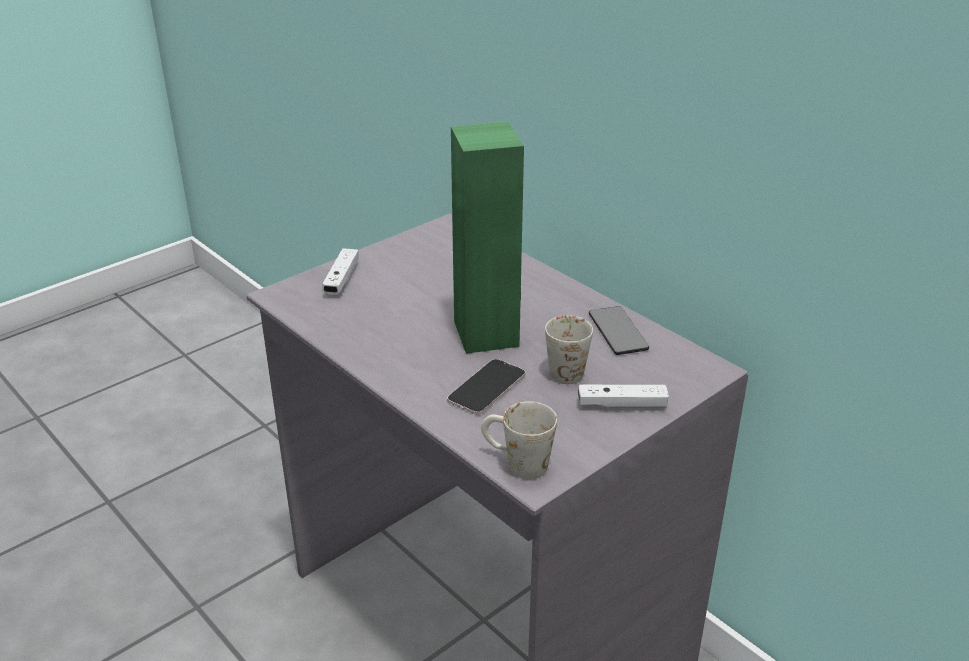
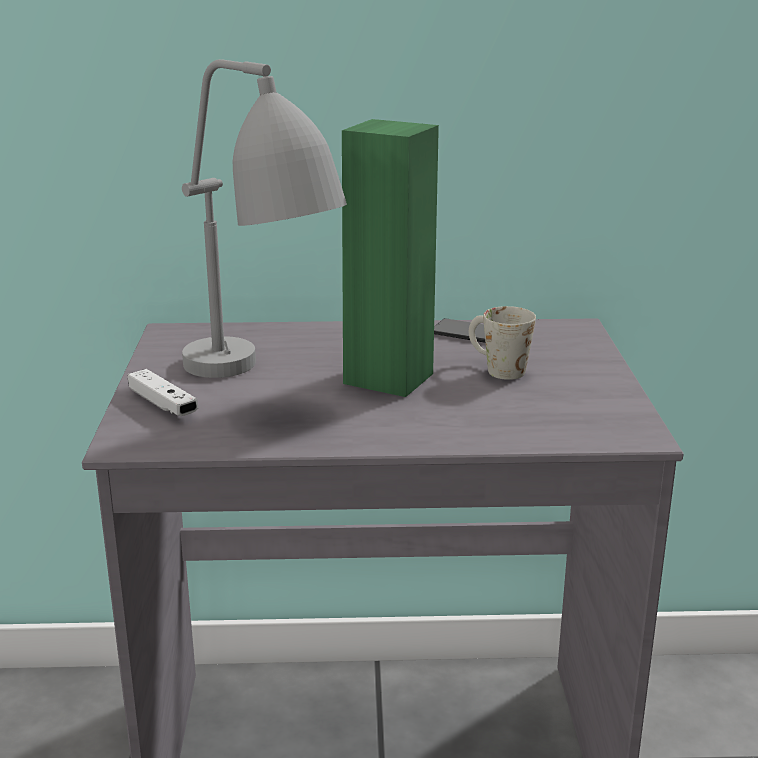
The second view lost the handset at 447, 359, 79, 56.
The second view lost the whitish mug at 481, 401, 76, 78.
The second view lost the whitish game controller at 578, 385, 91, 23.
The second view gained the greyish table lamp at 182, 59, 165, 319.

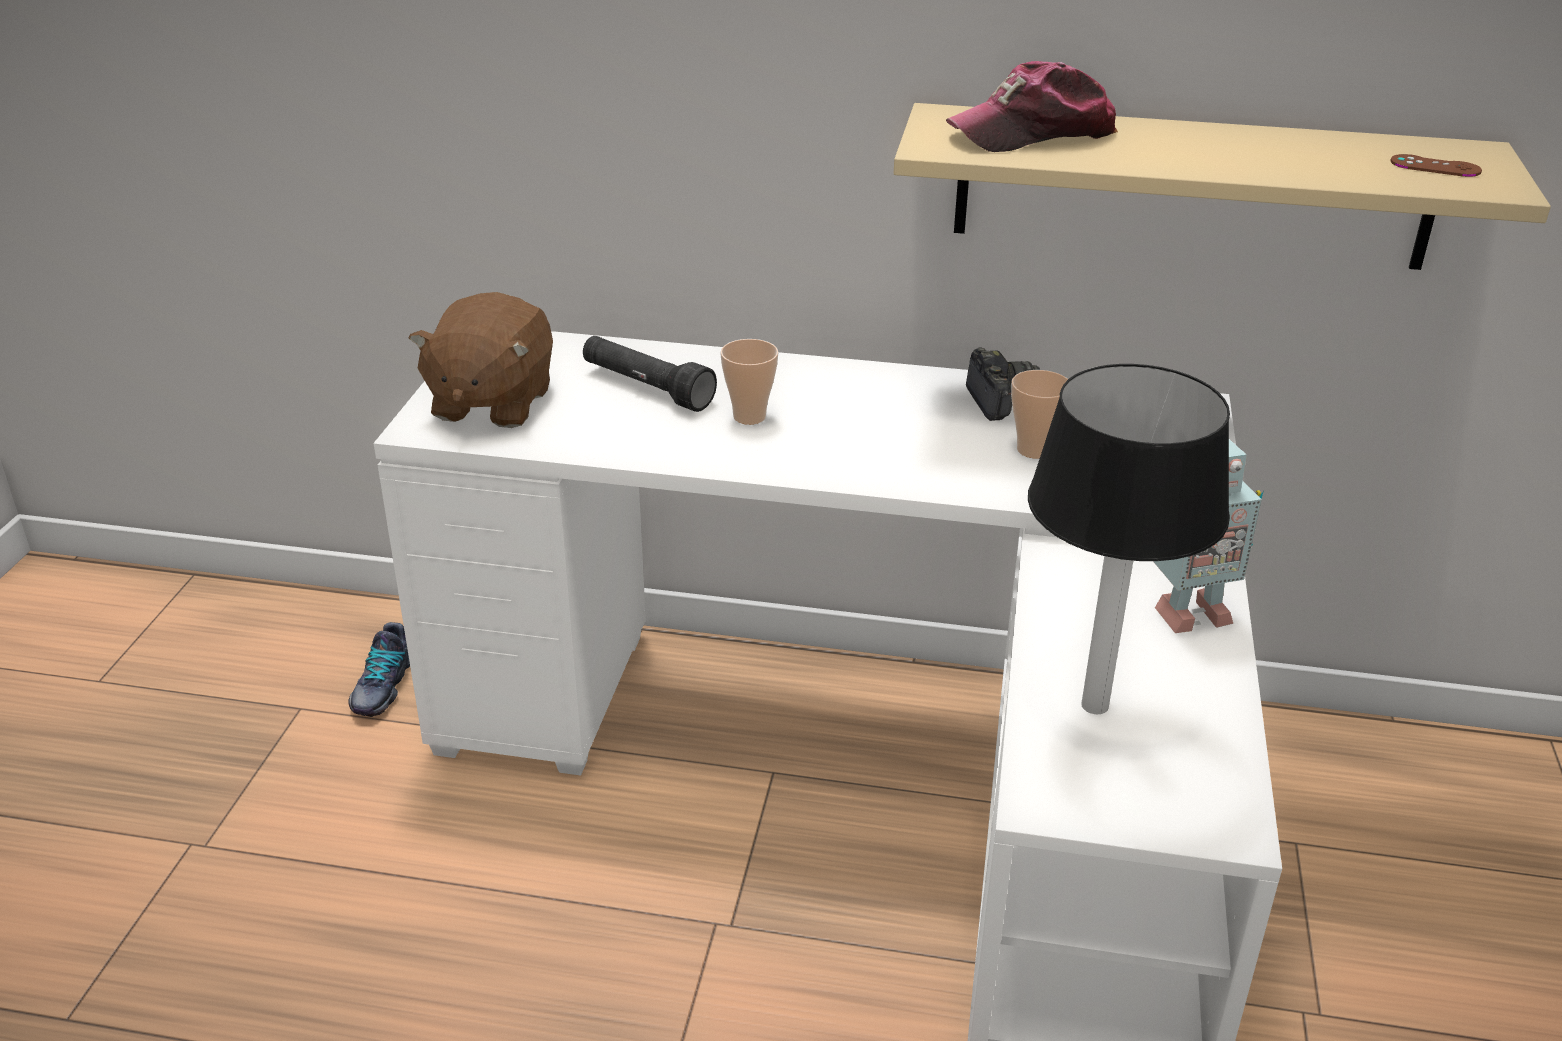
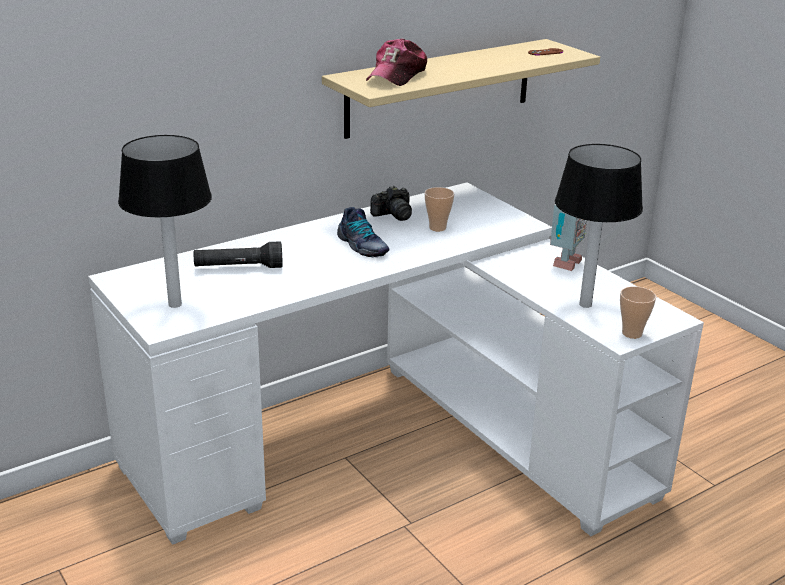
The shoe ended up elsewhere, having gone from 348, 622, 62, 95 to 337, 207, 53, 51.
Where the brownish cuddly toy stood at 409, 292, 144, 136, the table lamp came to stand at 118, 135, 94, 173.
The small cup ended up elsewhere, having gone from 720, 339, 58, 86 to 620, 286, 36, 53.
The still camera at 966, 347, 74, 74 ended up facing another way, 120 degrees clockwise from before.

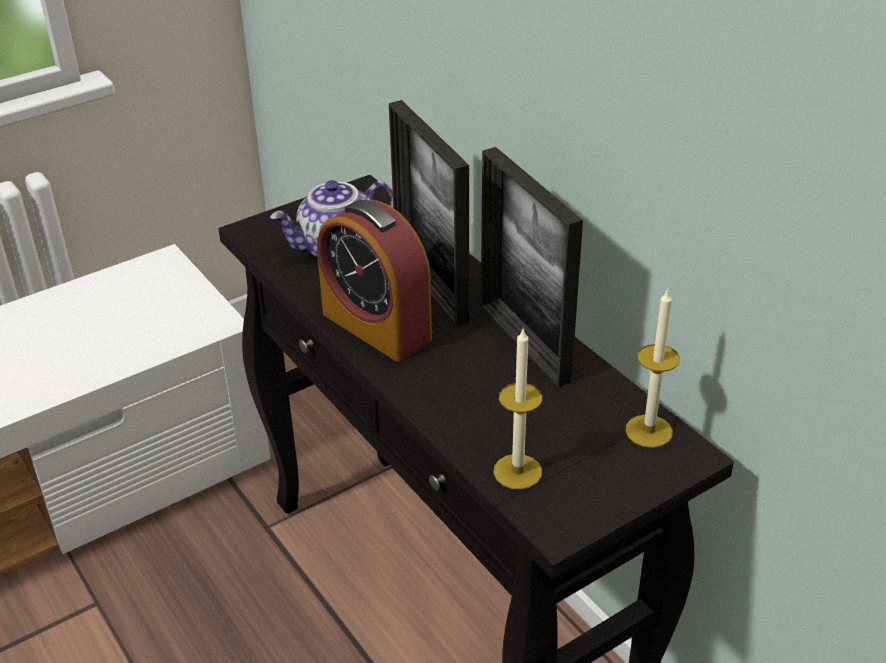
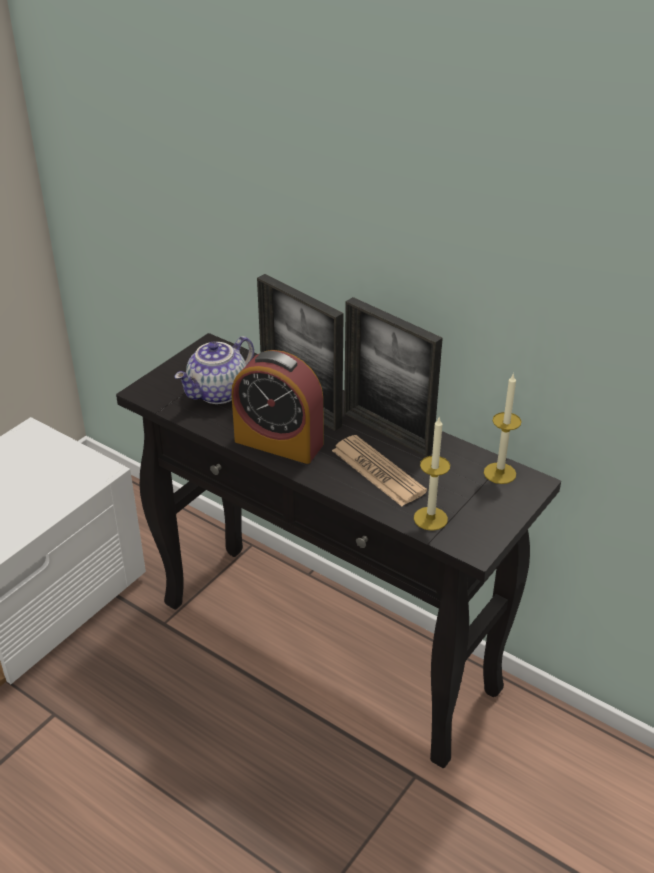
The second view gained the daily paper at 332, 435, 95, 71.

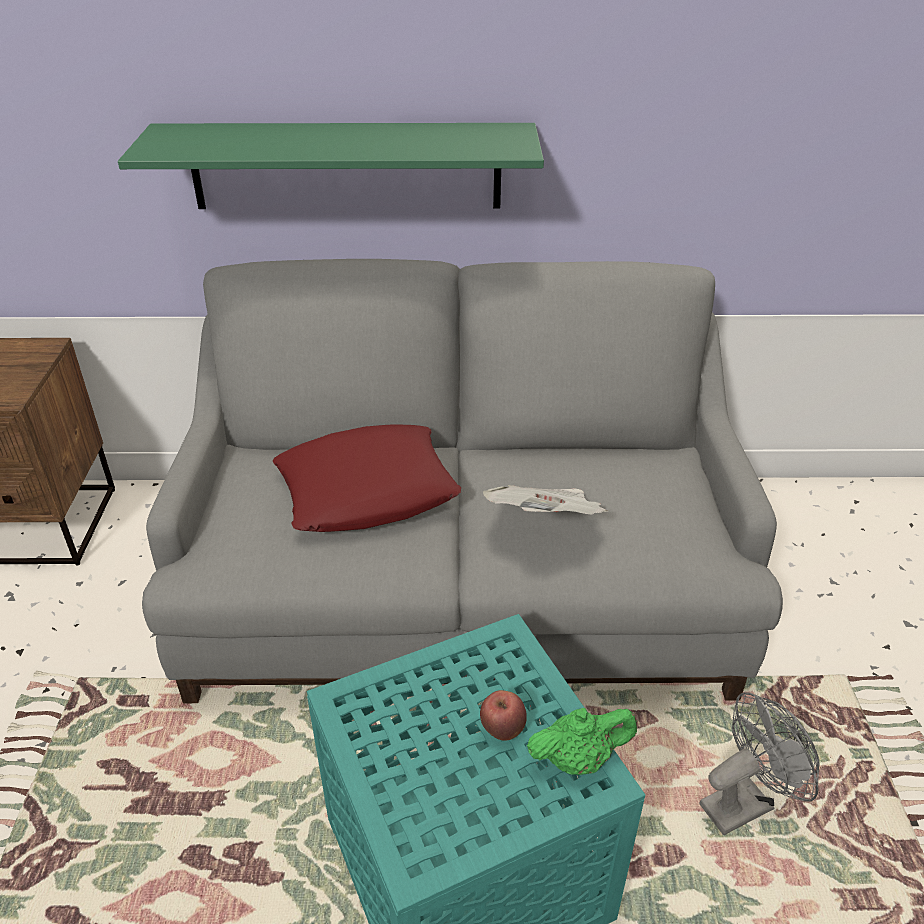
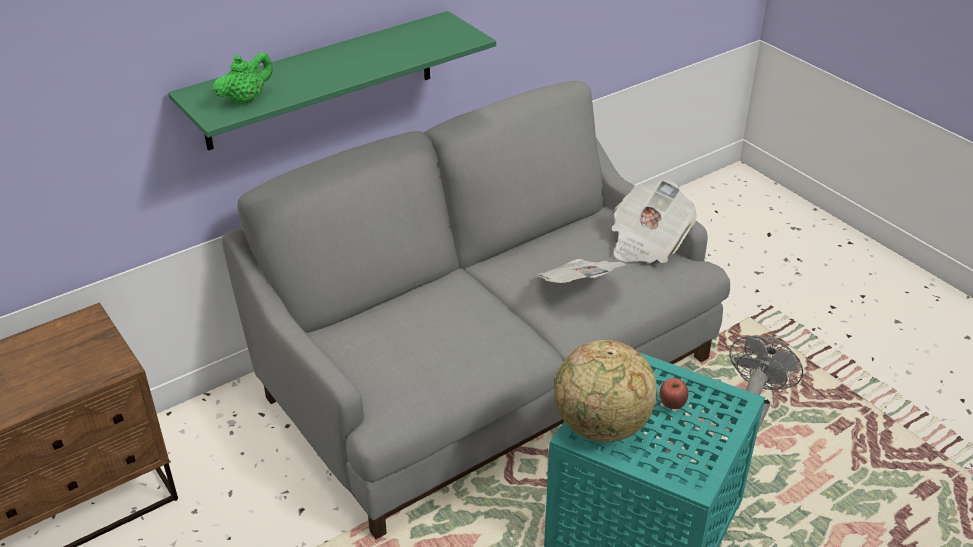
The second view lost the red-coloured pillow at 273, 425, 188, 107.
The green teapot ended up elsewhere, having gone from 527, 708, 110, 67 to 213, 52, 60, 54.
The second view gained the desk globe at 554, 340, 103, 103.
The second view gained the daily paper at 611, 180, 86, 83.

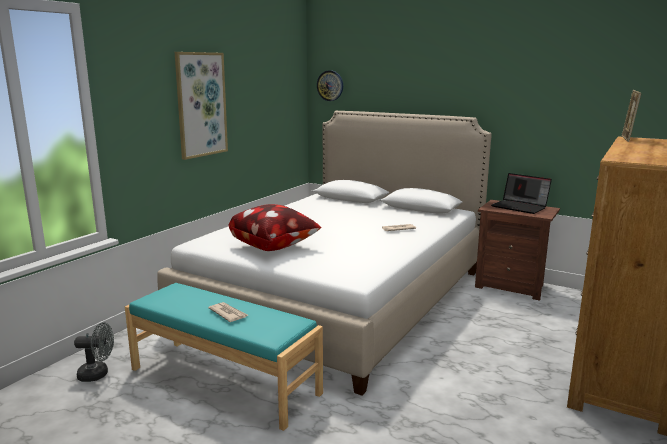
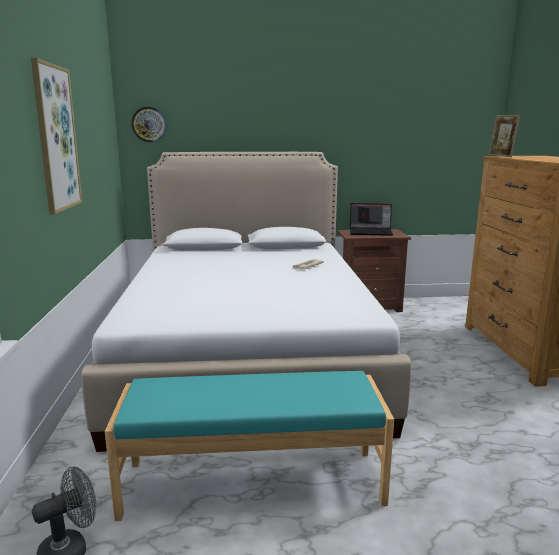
The second view lost the daily paper at 208, 302, 40, 20.
The second view lost the pillow at 228, 204, 93, 47.

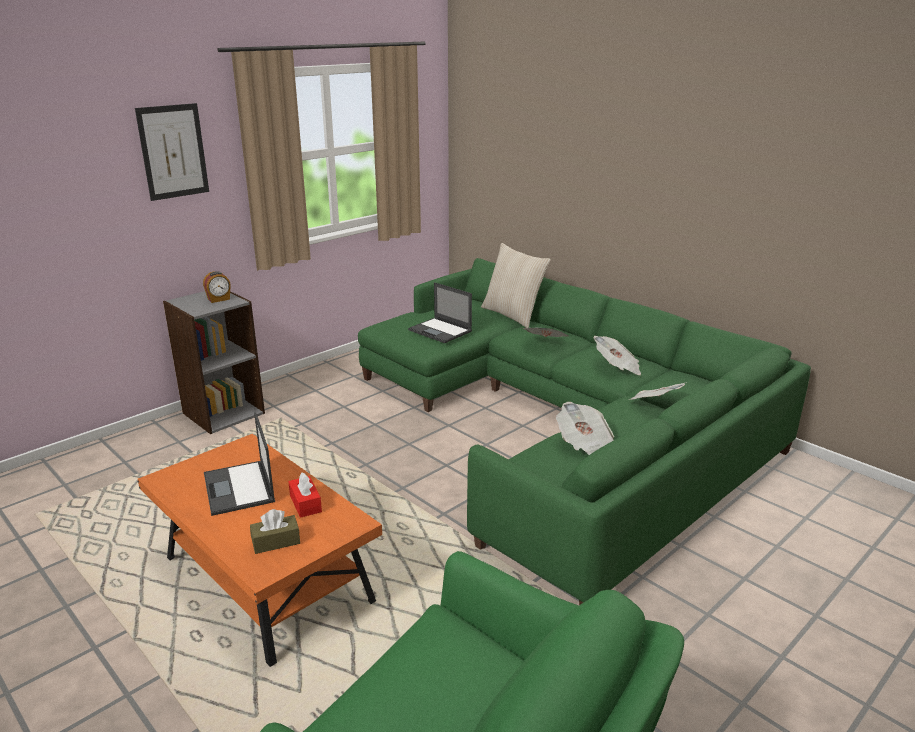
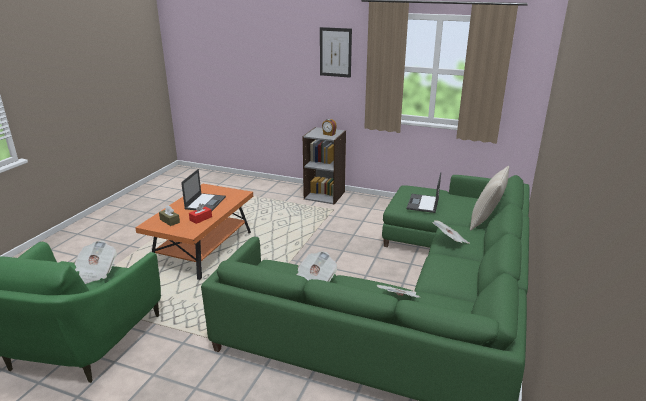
The portable computer at 204, 412, 71, 104 ended up facing another way, 150 degrees clockwise from before.
The daily paper ended up elsewhere, having gone from 594, 336, 47, 39 to 74, 240, 43, 44.

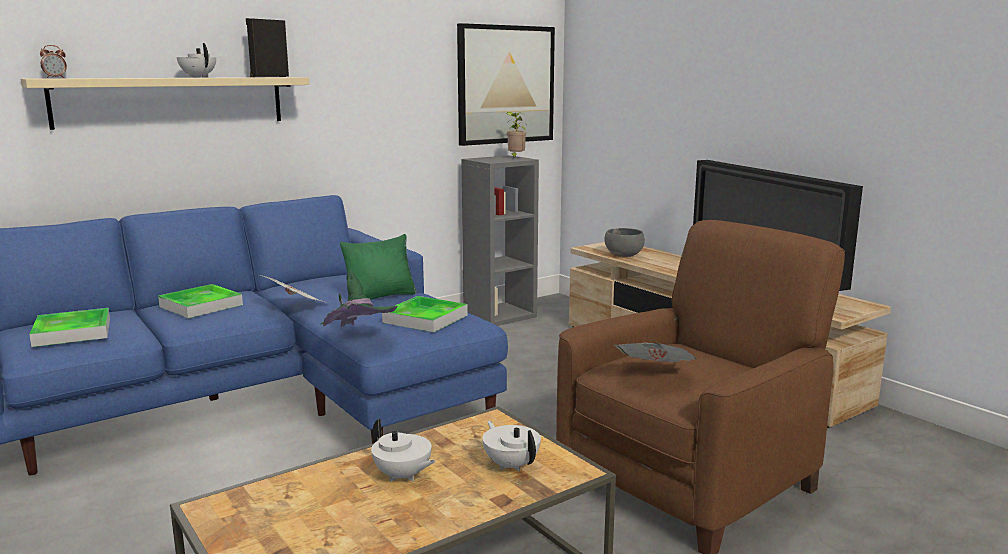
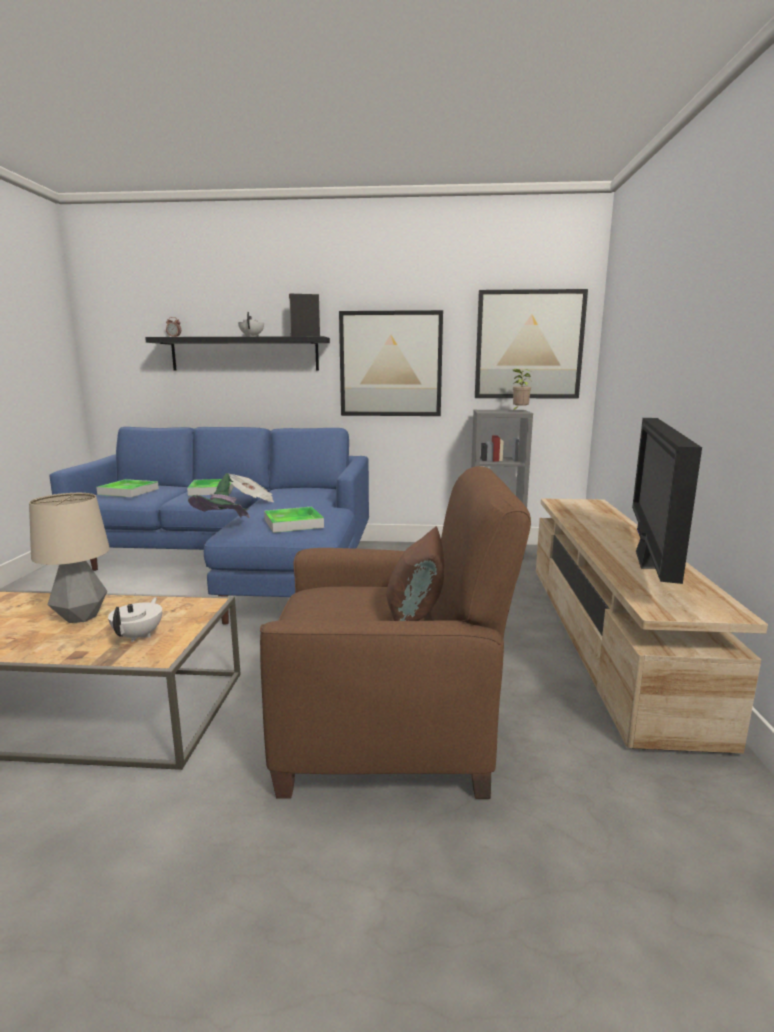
What was the beige wall shelf at 21, 77, 288, 53 turned into the black wall shelf at 145, 336, 185, 35.
The second view lost the green pillow at 340, 234, 77, 66.
Where the whitish teapot stood at 371, 418, 65, 64, the table lamp came to stand at 29, 493, 81, 130.
The second view lost the greyish bowl at 604, 228, 41, 29.
The second view lost the daily paper at 614, 343, 83, 19.
The second view gained the picture at 339, 310, 104, 106.
The second view gained the brownish pillow at 386, 526, 58, 95.

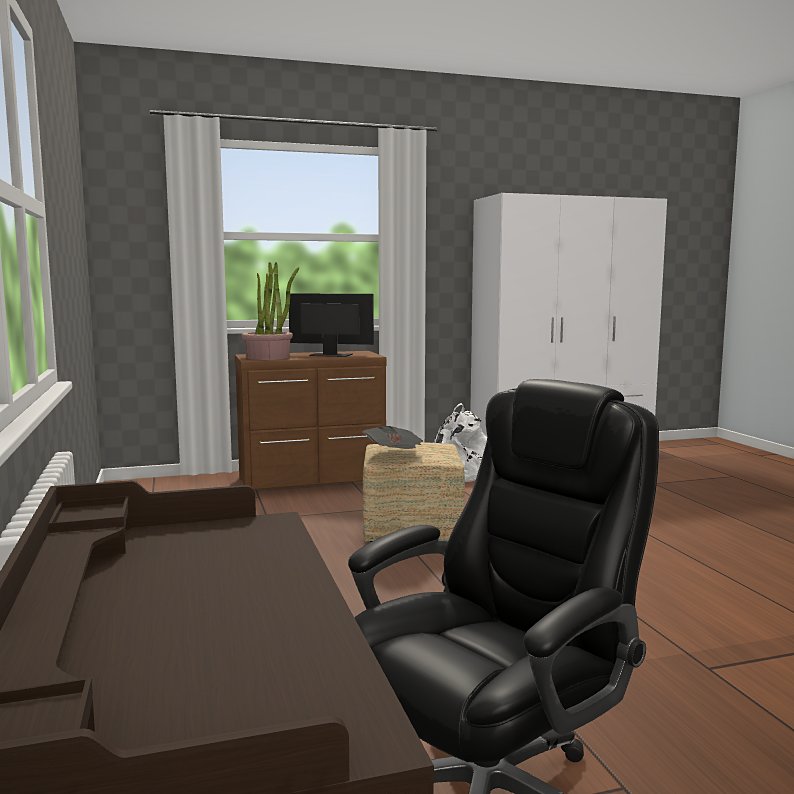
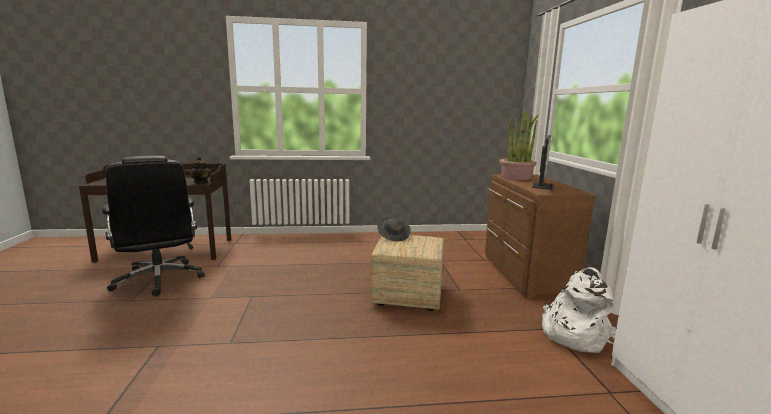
Where the daily paper stood at 362, 426, 61, 23, the greyish clothing hat came to stand at 377, 216, 34, 25.
The second view gained the teapot at 190, 156, 21, 28.

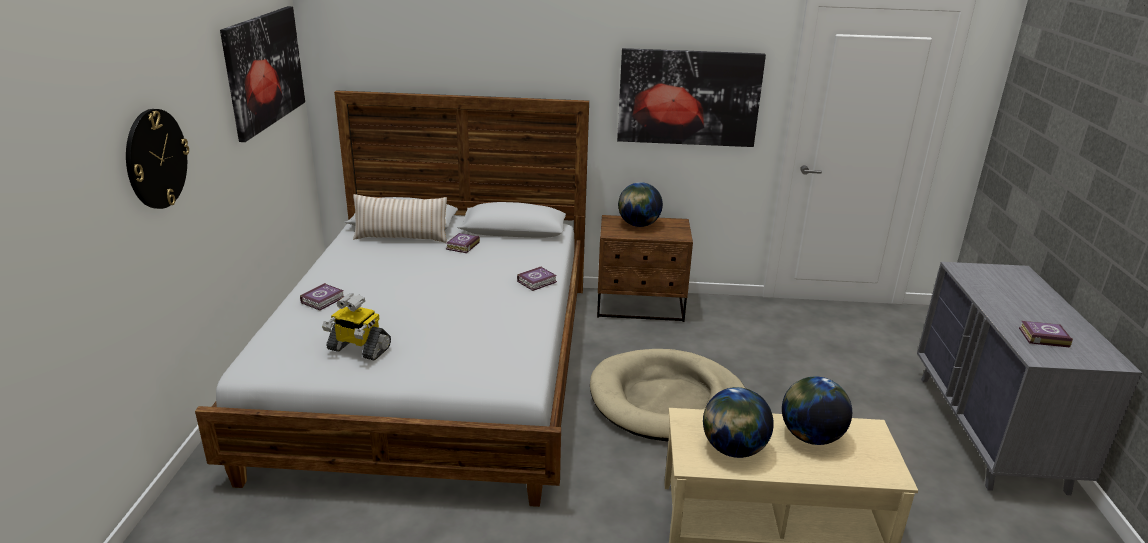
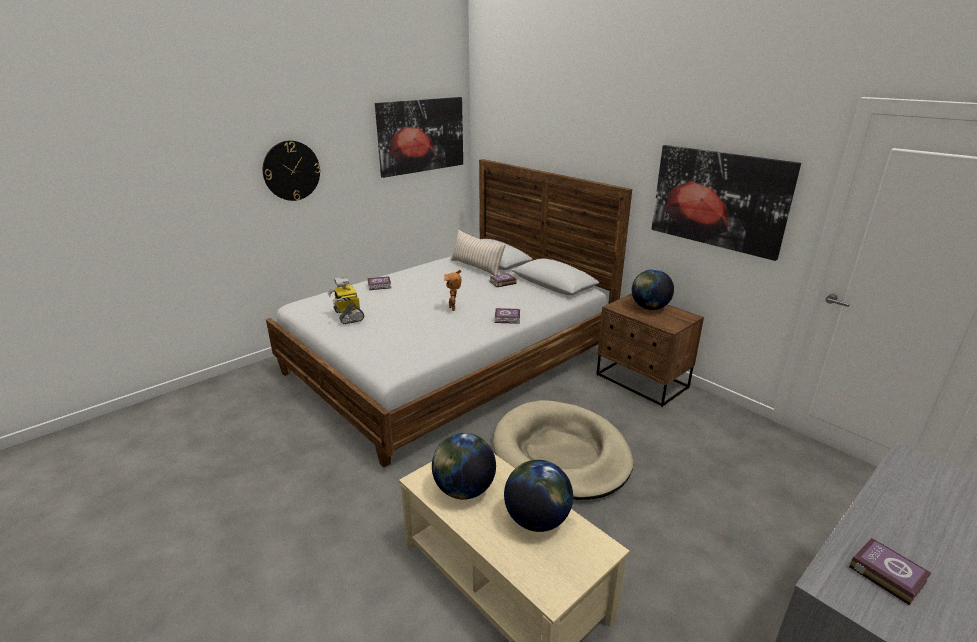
The second view gained the robot figure at 444, 270, 17, 41.

